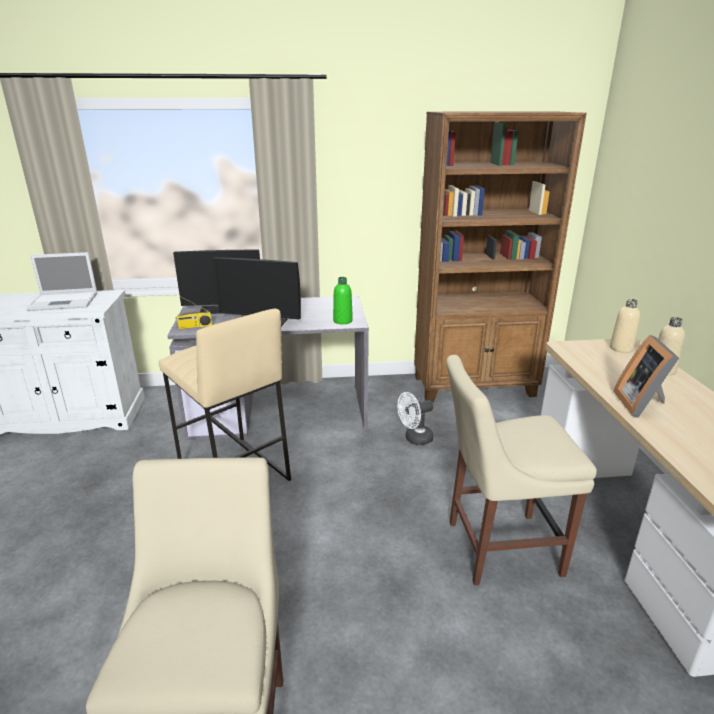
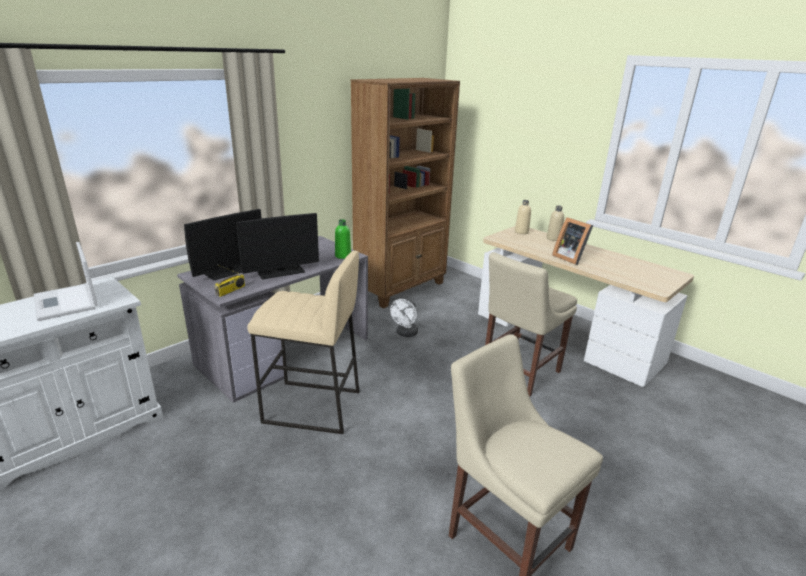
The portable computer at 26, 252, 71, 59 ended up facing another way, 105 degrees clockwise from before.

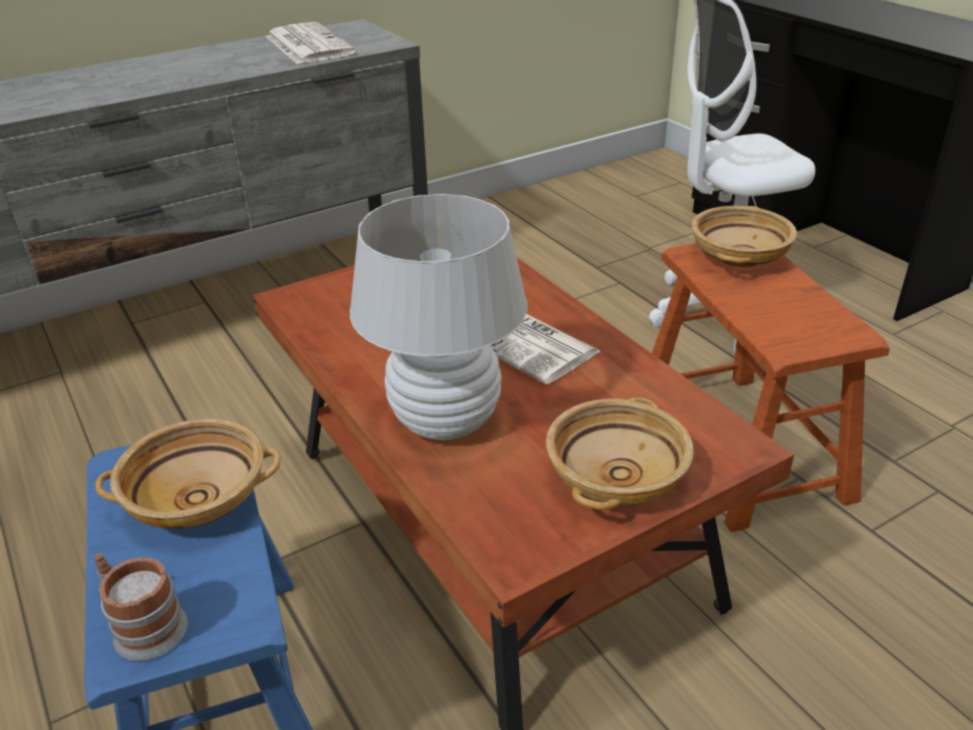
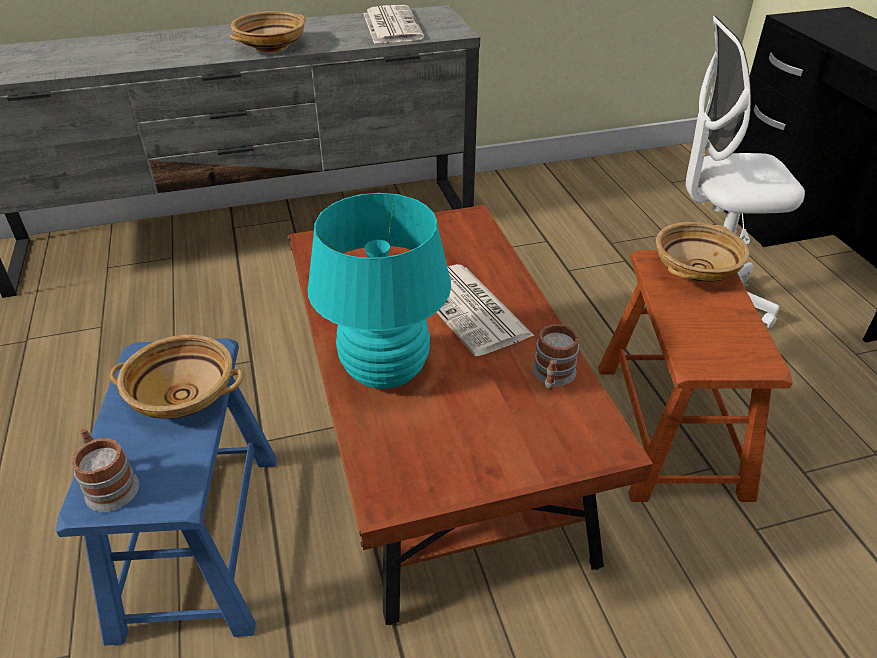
What was the whitish table lamp at 350, 194, 177, 246 turned into the turquoise-coloured table lamp at 307, 193, 144, 196.
The beige bowl ended up elsewhere, having gone from 546, 397, 148, 113 to 230, 11, 76, 42.
The second view gained the mug at 532, 324, 47, 66.

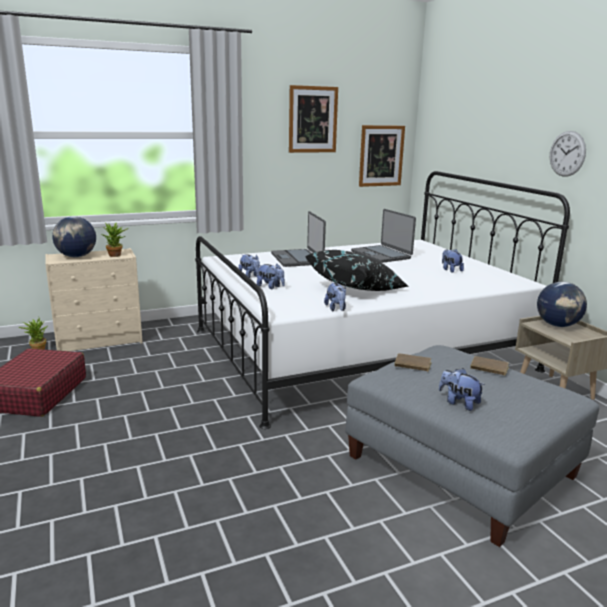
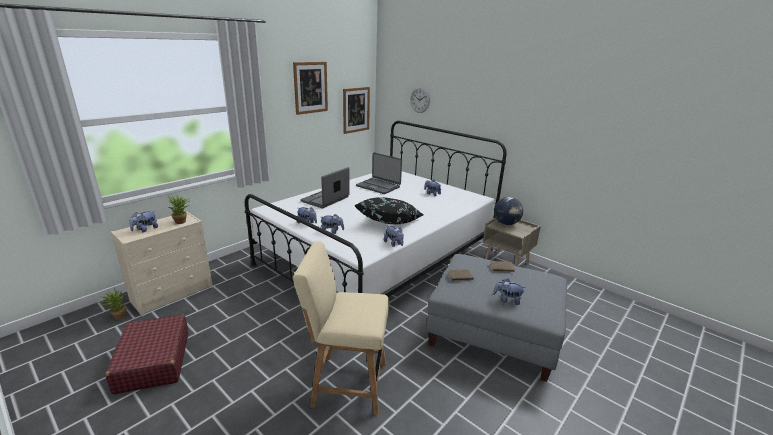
Where the desk globe stood at 52, 216, 44, 42, the cuddly toy came to stand at 130, 211, 28, 21.
The portable computer at 271, 211, 55, 56 ended up facing another way, 75 degrees clockwise from before.
The clock on the wall ended up elsewhere, having gone from 550, 131, 36, 46 to 410, 87, 20, 26.
The second view gained the beige upright chair at 293, 241, 96, 174.

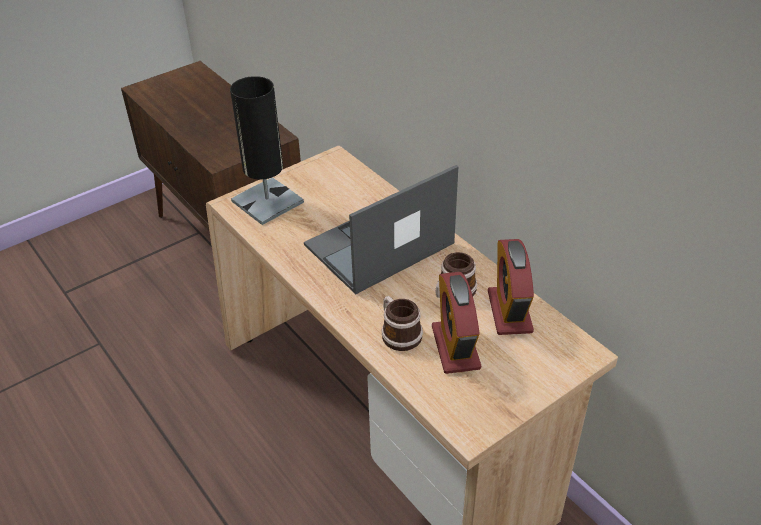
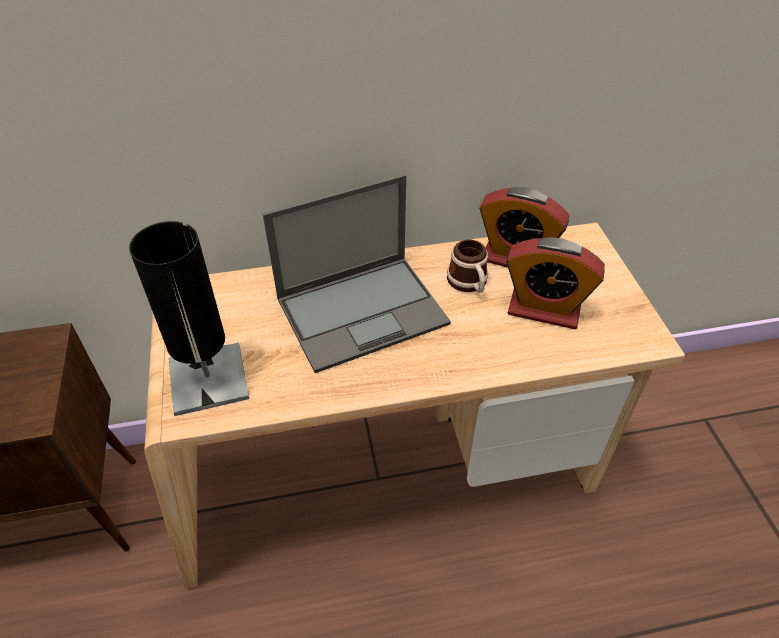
The portable computer at 304, 165, 154, 129 ended up facing another way, 105 degrees counterclockwise from before.
The second view lost the mug at 381, 296, 42, 55.

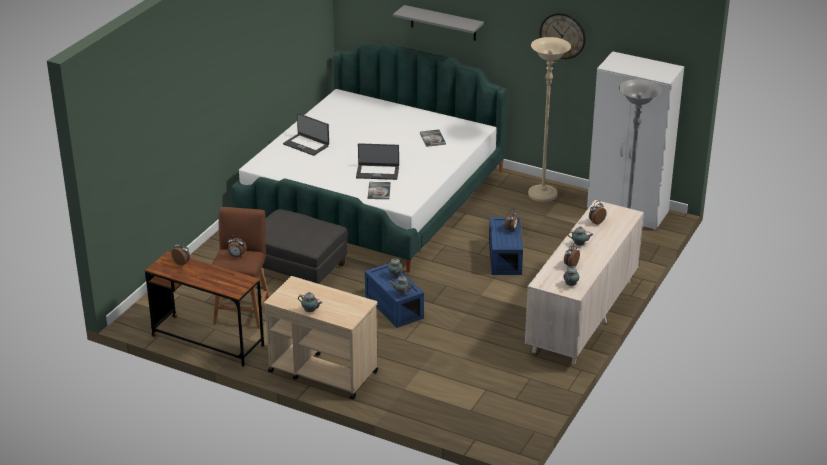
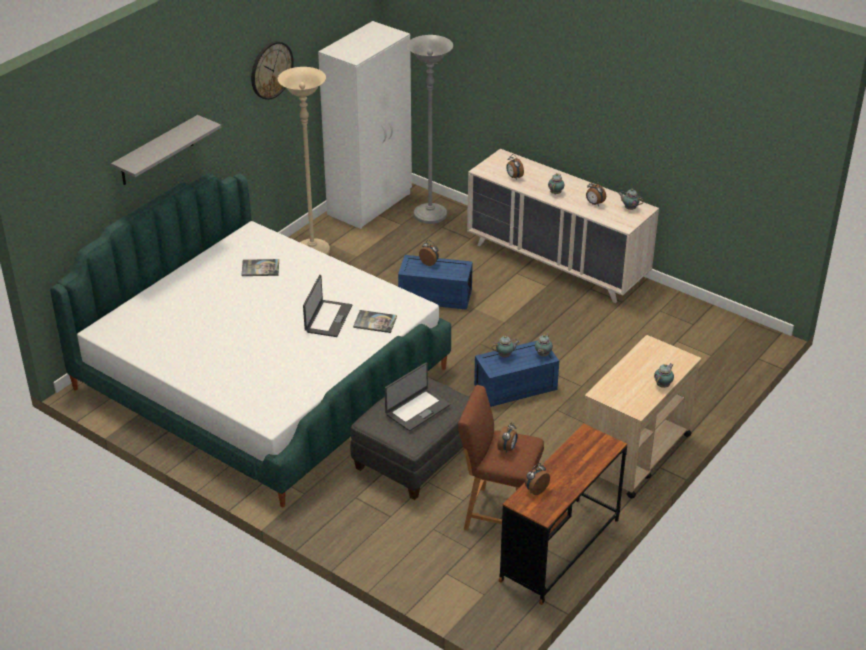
The portable computer ended up elsewhere, having gone from 283, 113, 46, 43 to 385, 362, 65, 69.

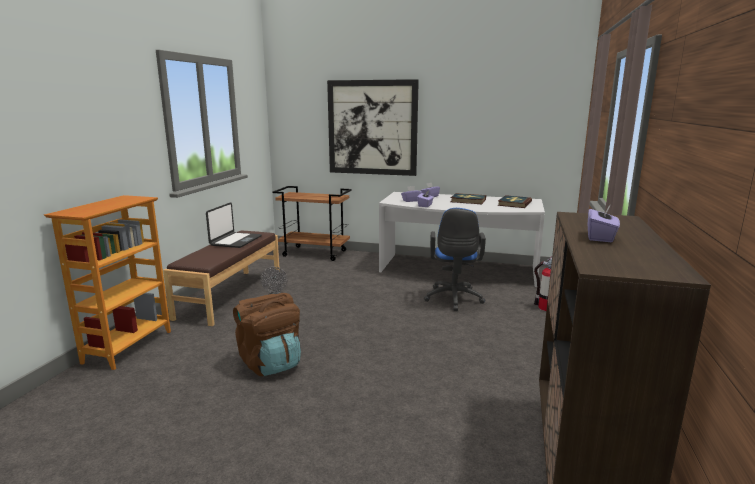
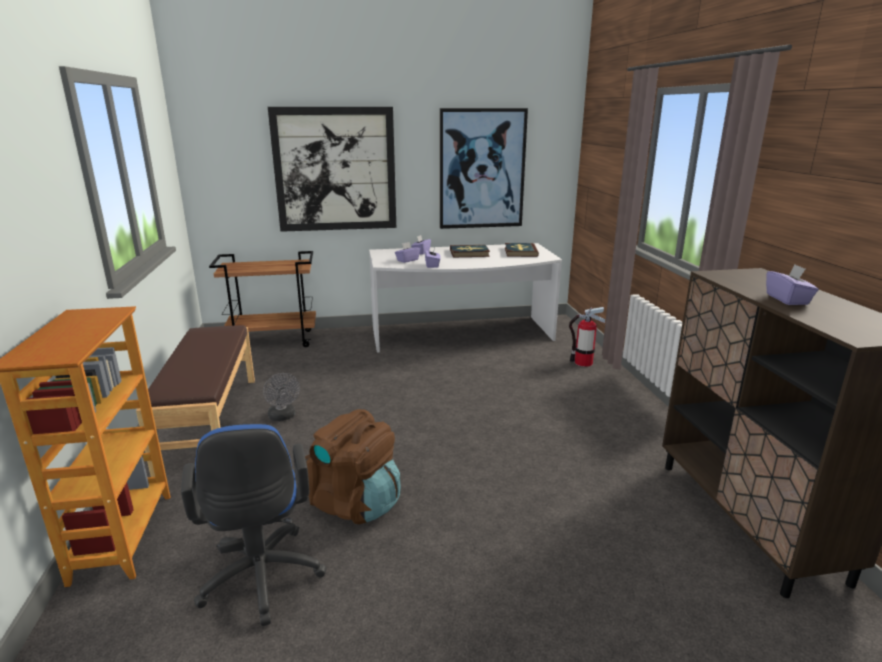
The second view lost the portable computer at 206, 202, 56, 46.
The bluish desk chair ended up elsewhere, having gone from 424, 208, 62, 103 to 181, 424, 145, 202.
The second view gained the picture at 440, 108, 88, 121.

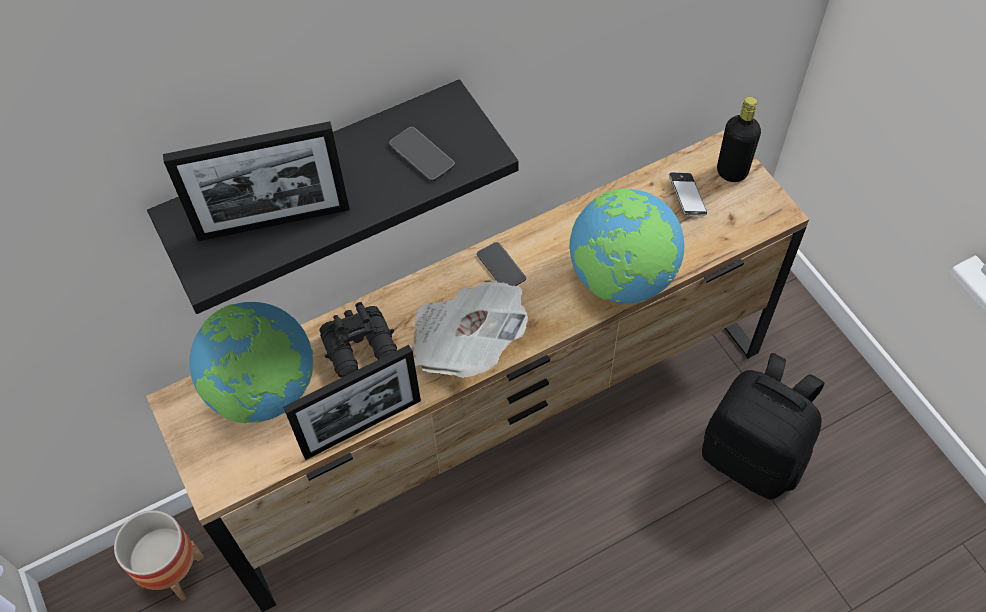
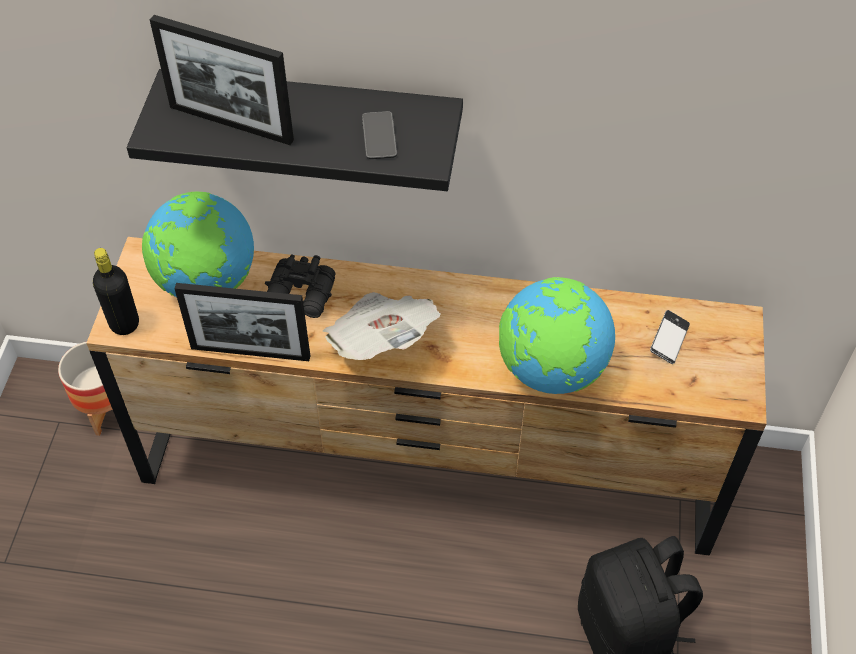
The second view lost the handset at 477, 242, 49, 44.
The black bottle ended up elsewhere, having gone from 717, 97, 44, 85 to 93, 248, 46, 87.

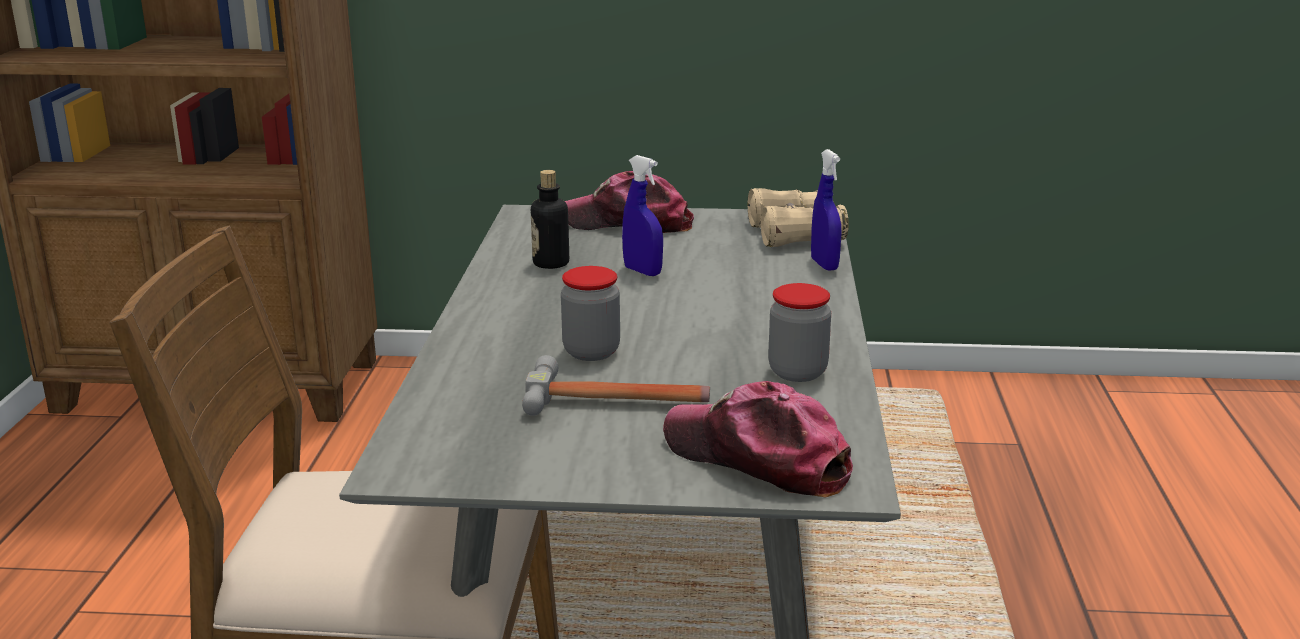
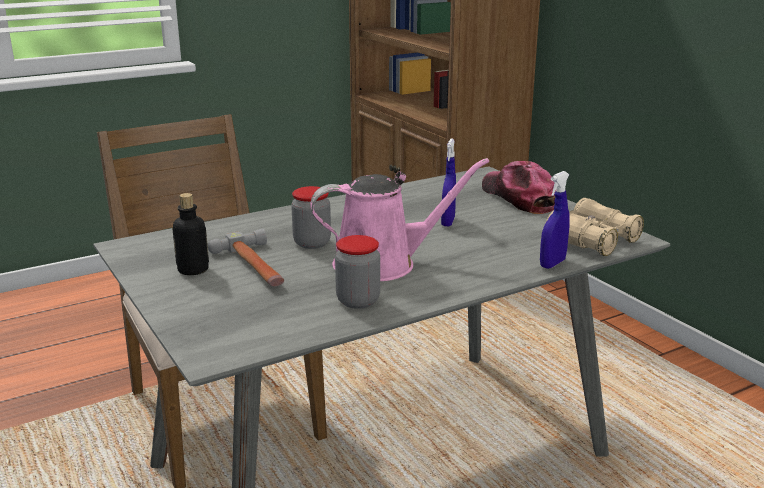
The bottle ended up elsewhere, having gone from 531, 170, 38, 99 to 172, 193, 37, 82.
The second view lost the peaked cap at 663, 381, 190, 116.
The second view gained the pinkish watering can at 310, 158, 179, 123.

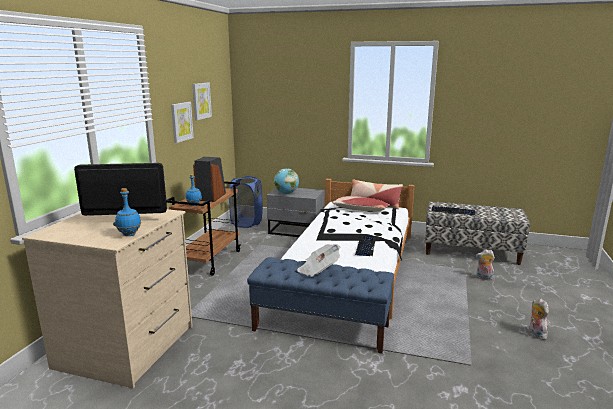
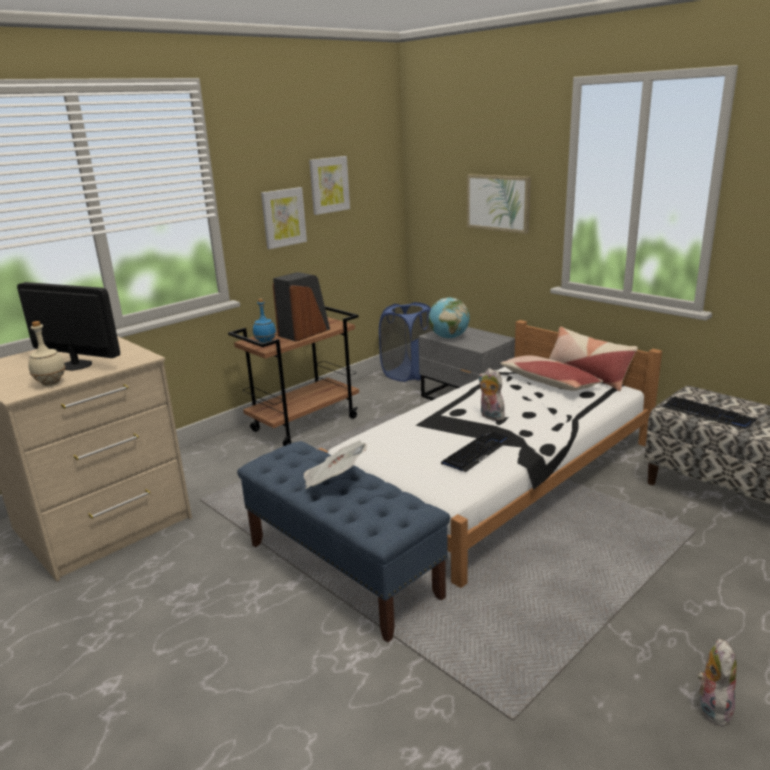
What was the bluish bottle at 115, 188, 26, 48 turned into the beige bottle at 28, 321, 37, 65.
The cuddly toy ended up elsewhere, having gone from 476, 249, 19, 31 to 479, 368, 27, 53.
The second view gained the picture at 467, 174, 64, 60.

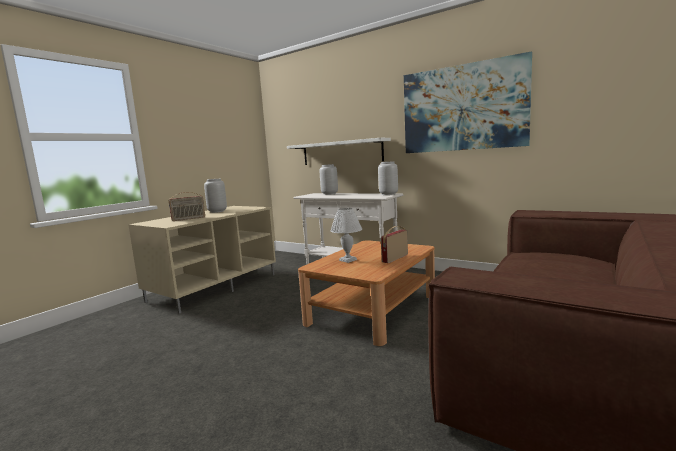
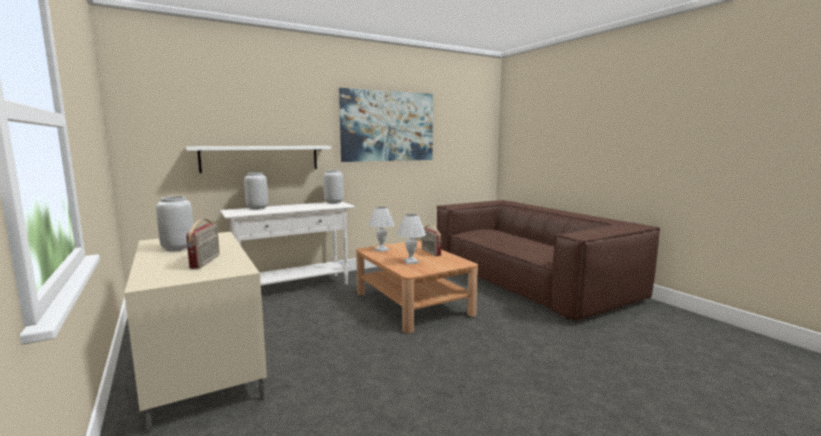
The second view gained the whitish table lamp at 368, 207, 27, 45.

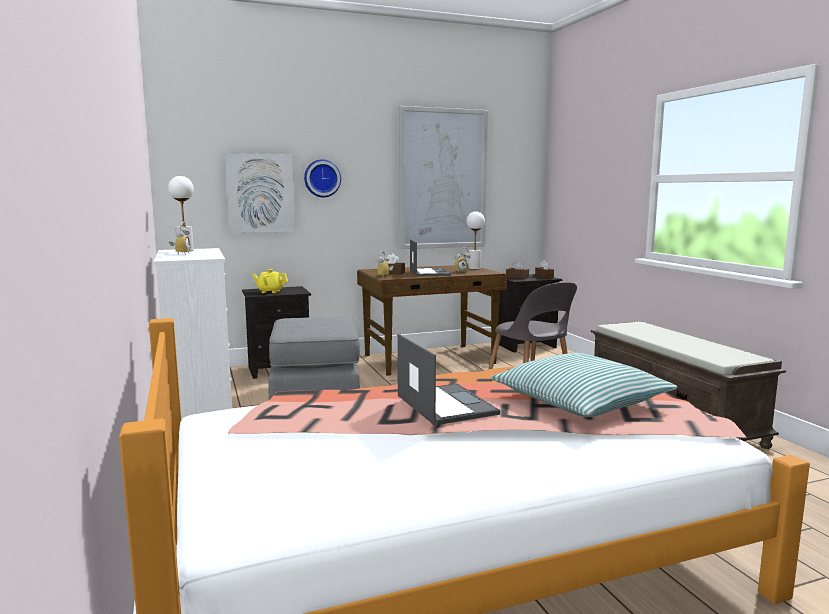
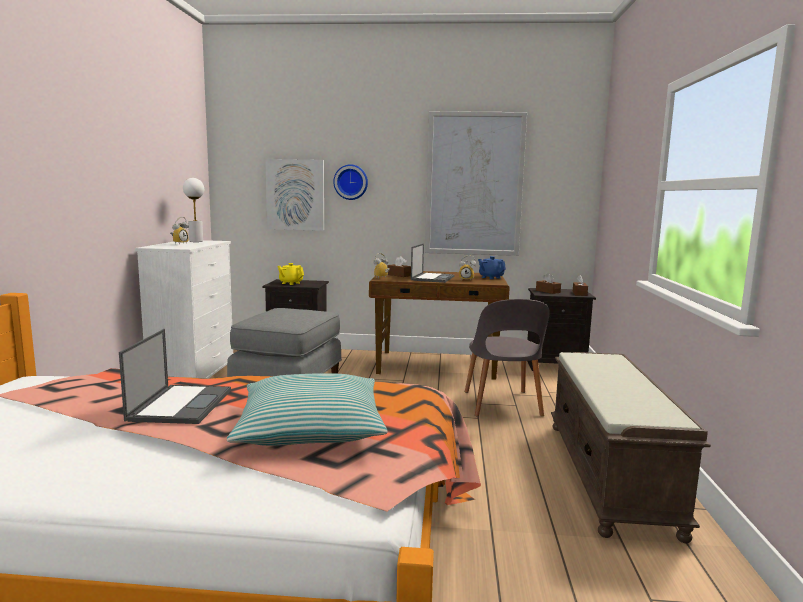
Where the whitish table lamp stood at 467, 211, 18, 58, the bluish teapot came to stand at 478, 256, 28, 23.

